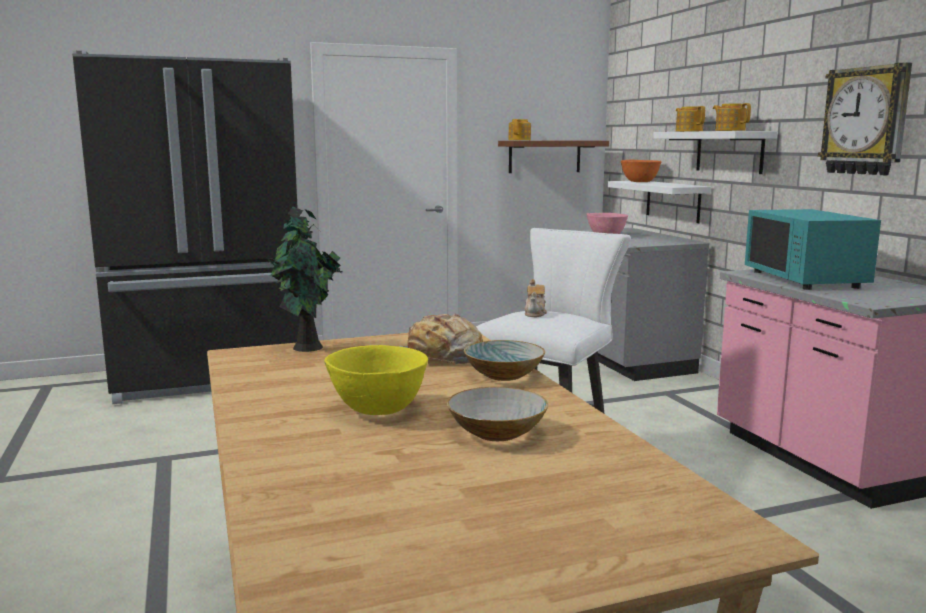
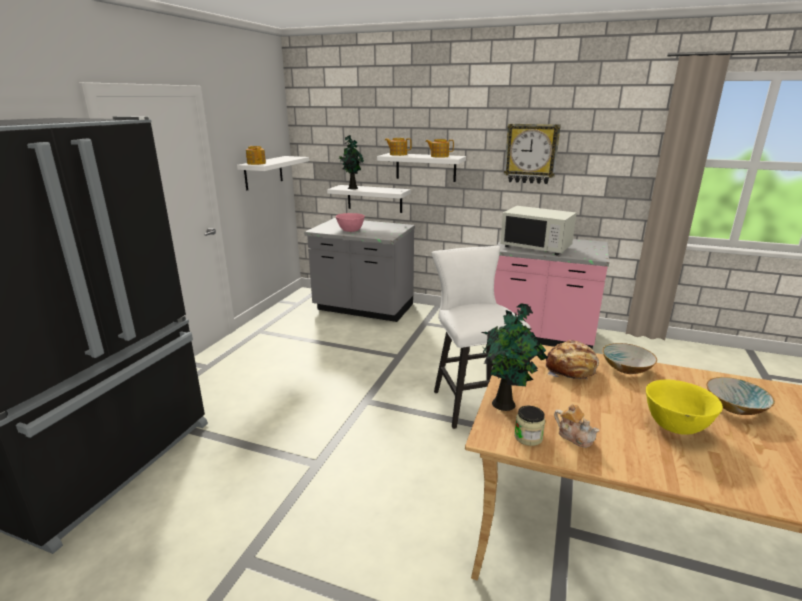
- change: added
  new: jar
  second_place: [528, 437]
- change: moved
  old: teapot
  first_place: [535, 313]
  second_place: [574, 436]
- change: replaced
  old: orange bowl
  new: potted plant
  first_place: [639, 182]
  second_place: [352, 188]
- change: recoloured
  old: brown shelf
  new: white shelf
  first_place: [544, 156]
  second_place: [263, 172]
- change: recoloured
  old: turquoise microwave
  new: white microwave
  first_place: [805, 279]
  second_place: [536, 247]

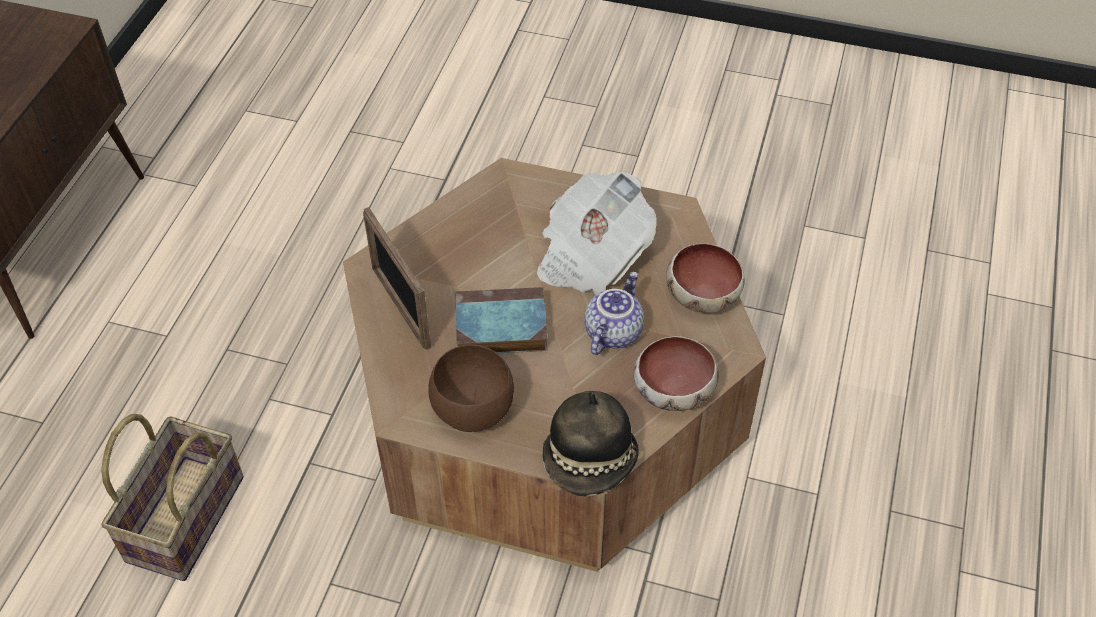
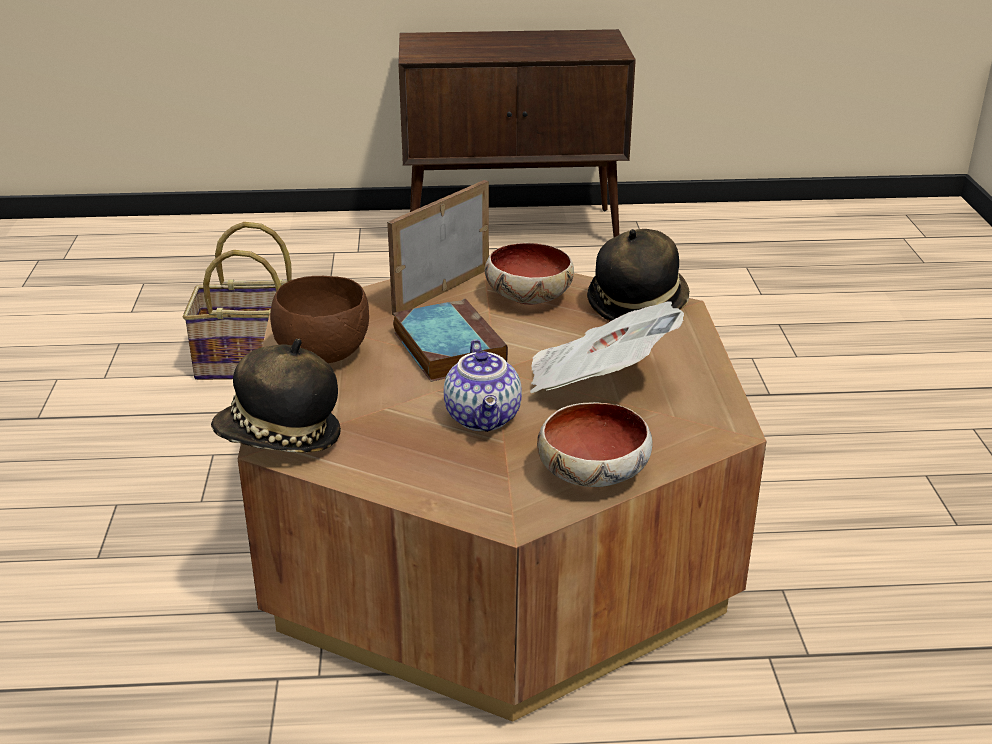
- change: added
  new: hat
  second_place: [637, 304]
- change: moved
  old: bowl
  first_place: [673, 391]
  second_place: [527, 297]
- change: turned
  old: teapot
  first_place: [612, 332]
  second_place: [485, 418]
  degrees: 75

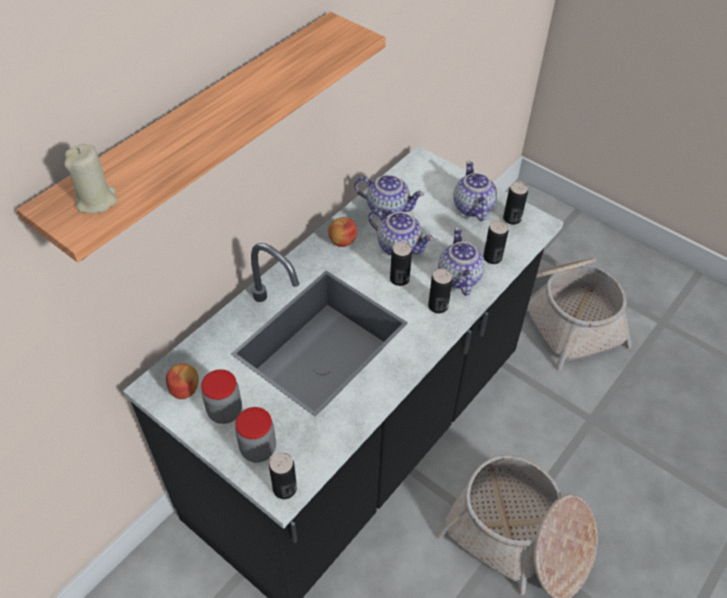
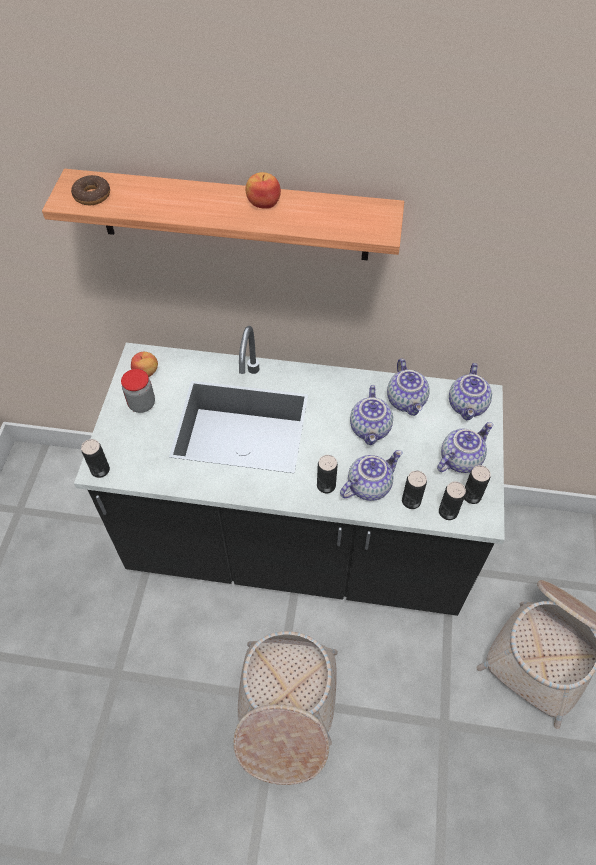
- change: removed
  old: jar
  first_place: [258, 449]
- change: added
  new: teapot
  second_place: [468, 406]
- change: moved
  old: apple
  first_place: [342, 240]
  second_place: [263, 202]
- change: moved
  old: can
  first_place: [399, 279]
  second_place: [448, 512]
- change: replaced
  old: beige candle
  new: donut
  first_place: [97, 201]
  second_place: [92, 195]

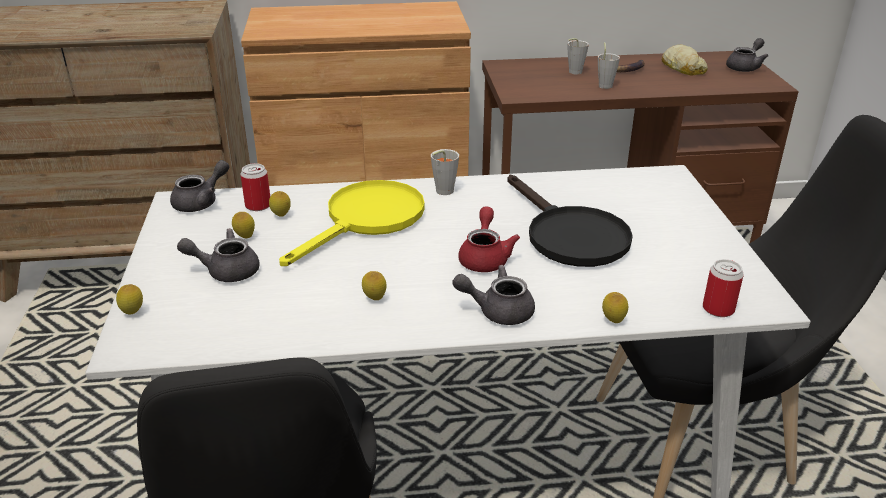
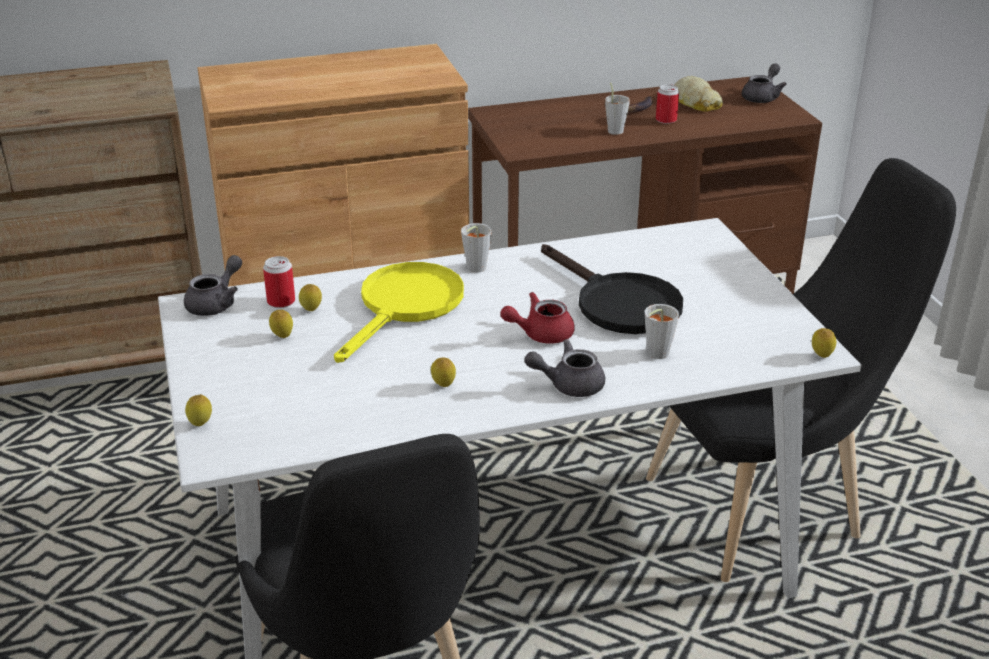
- change: removed
  old: grey teapot
  first_place: [226, 271]
- change: moved
  old: grey cup
  first_place: [573, 72]
  second_place: [654, 355]
- change: moved
  old: lemon
  first_place: [613, 321]
  second_place: [821, 356]
- change: moved
  old: can
  first_place: [718, 309]
  second_place: [666, 120]
- change: turned
  old: red teapot
  first_place: [485, 257]
  second_place: [540, 334]
  degrees: -105

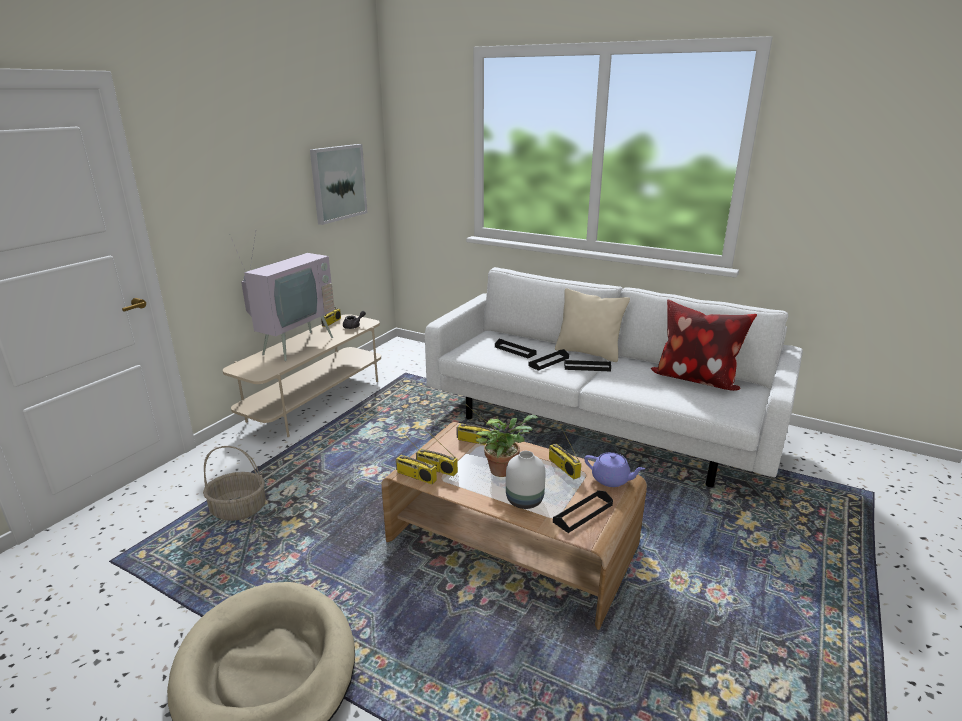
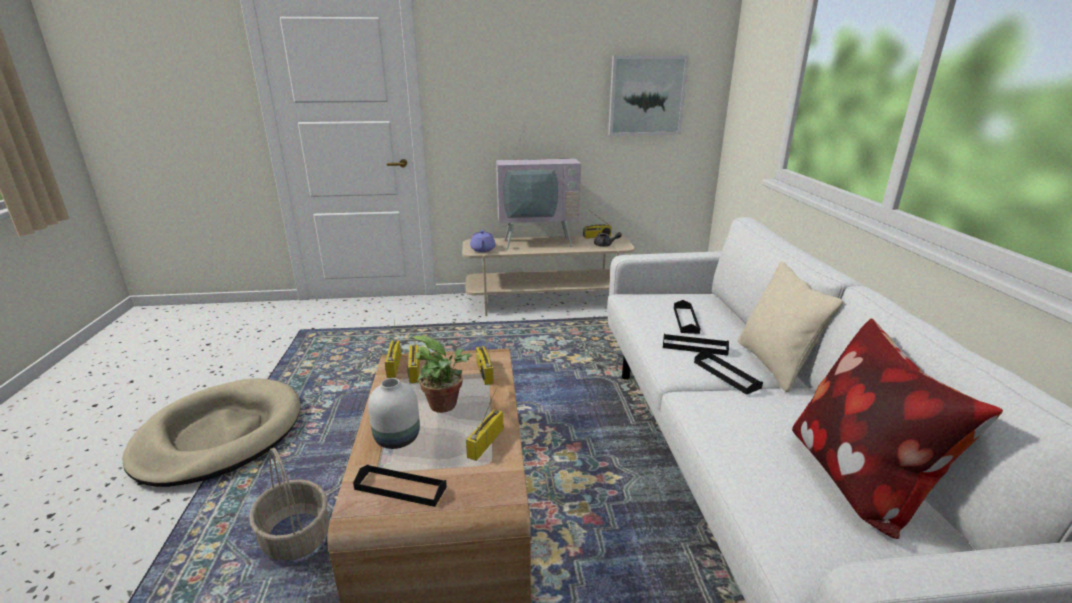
- change: moved
  old: basket
  first_place: [238, 509]
  second_place: [295, 537]
- change: moved
  old: purple teapot
  first_place: [611, 480]
  second_place: [483, 250]

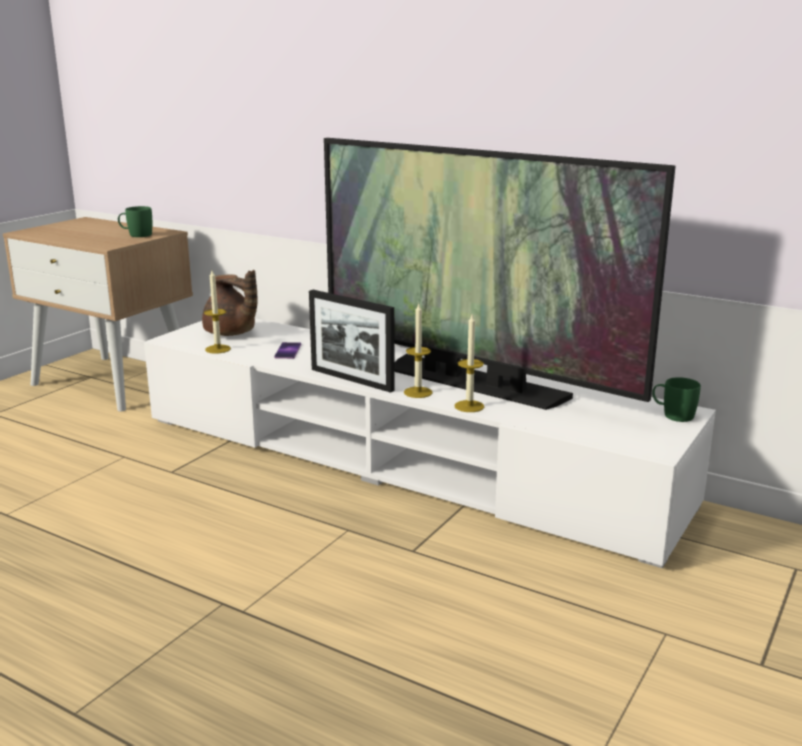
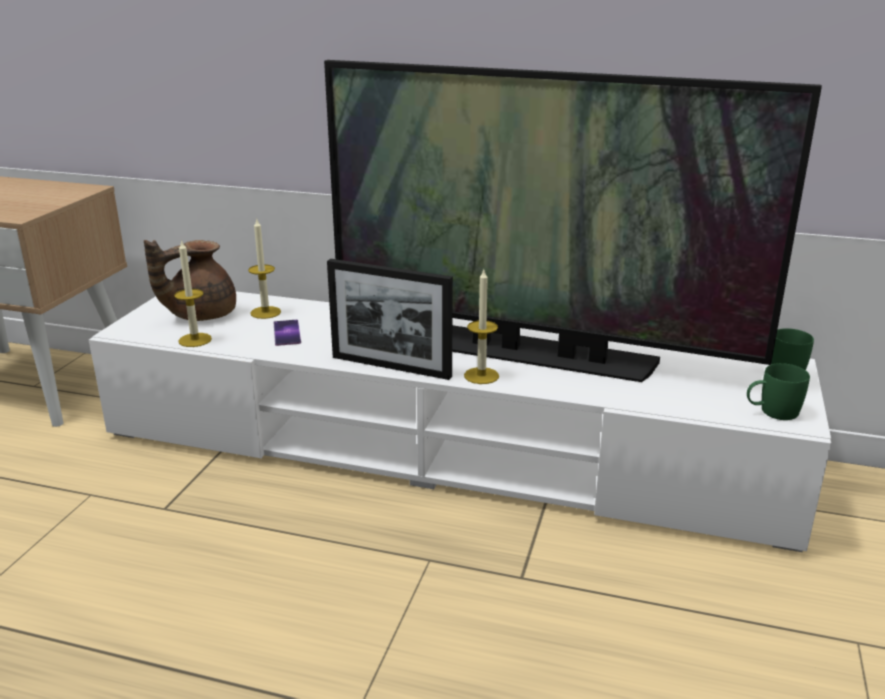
- change: moved
  old: green mug
  first_place: [136, 235]
  second_place: [771, 412]
- change: moved
  old: candle
  first_place: [469, 406]
  second_place: [265, 312]
- change: turned
  old: brown teapot
  first_place: [231, 333]
  second_place: [200, 314]
  degrees: 120

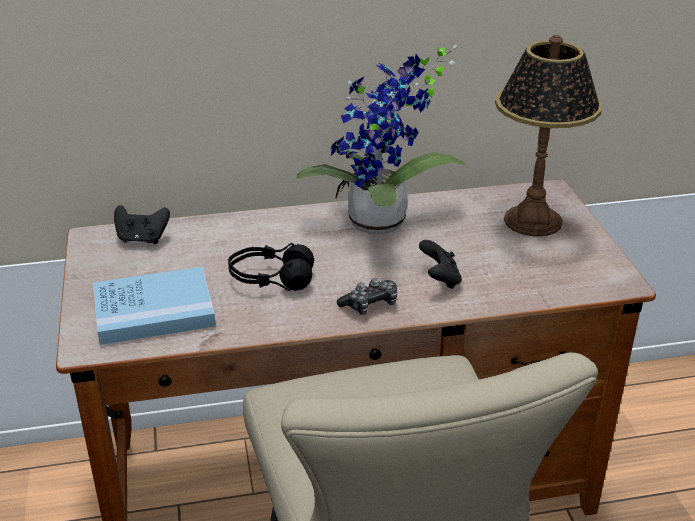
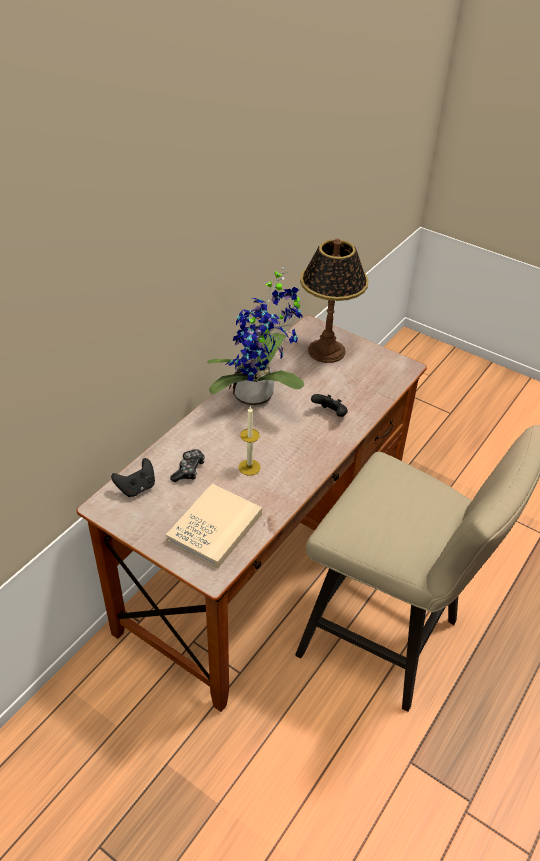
- change: moved
  old: game controller
  first_place: [370, 304]
  second_place: [189, 470]
- change: replaced
  old: black headphones
  new: candle
  first_place: [271, 279]
  second_place: [249, 467]
- change: recoloured
  old: blue book
  new: beige book
  first_place: [154, 310]
  second_place: [215, 527]

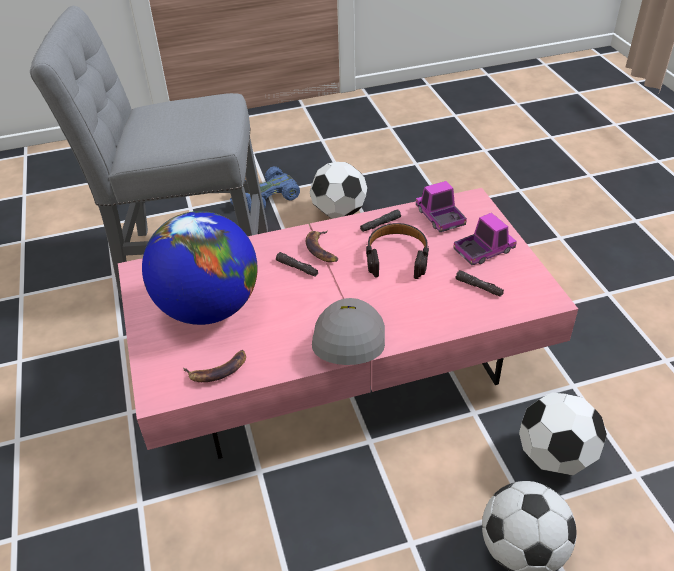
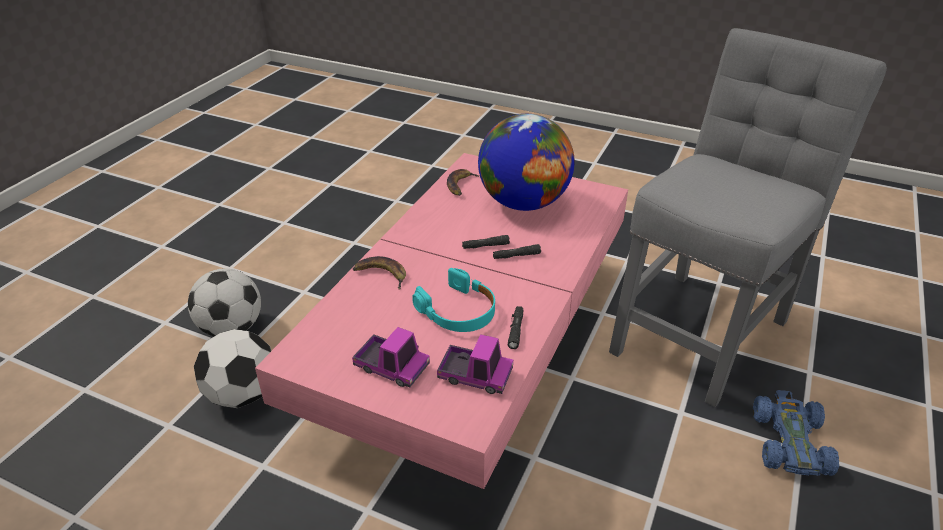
- change: removed
  old: football
  first_place: [339, 213]
- change: removed
  old: grey cap
  first_place: [347, 340]
- change: moved
  old: banana
  first_place: [322, 249]
  second_place: [381, 274]
- change: moved
  old: black flashlight
  first_place: [479, 287]
  second_place: [485, 246]
- change: recoloured
  old: black headphones
  new: turquoise headphones
  first_place: [397, 257]
  second_place: [458, 311]
- change: turned
  old: toy truck
  first_place: [483, 251]
  second_place: [391, 367]
  degrees: -75

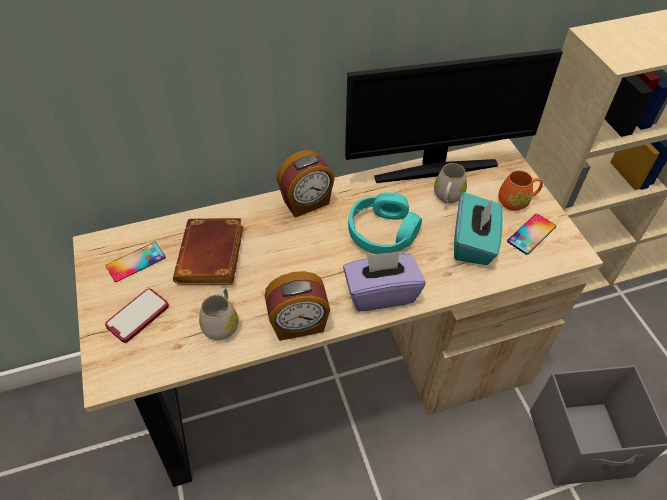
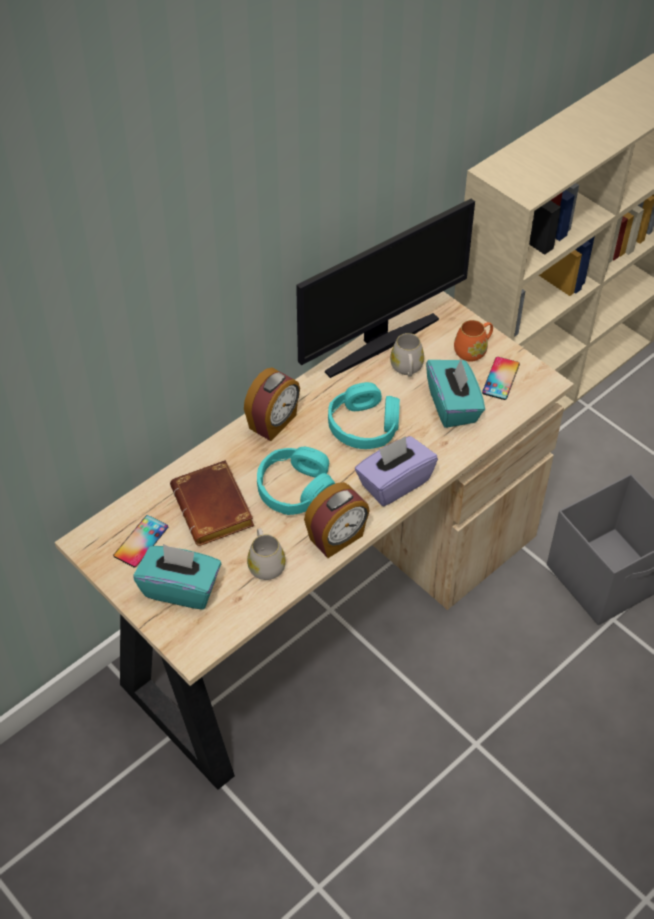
- change: added
  new: turquoise headphones
  second_place: [295, 489]
- change: replaced
  old: phone
  new: turquoise tissue box
  first_place: [138, 316]
  second_place: [181, 588]

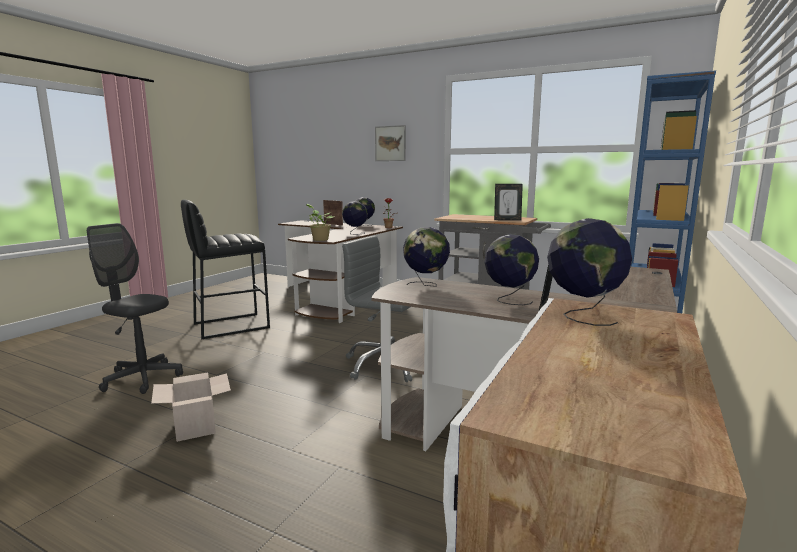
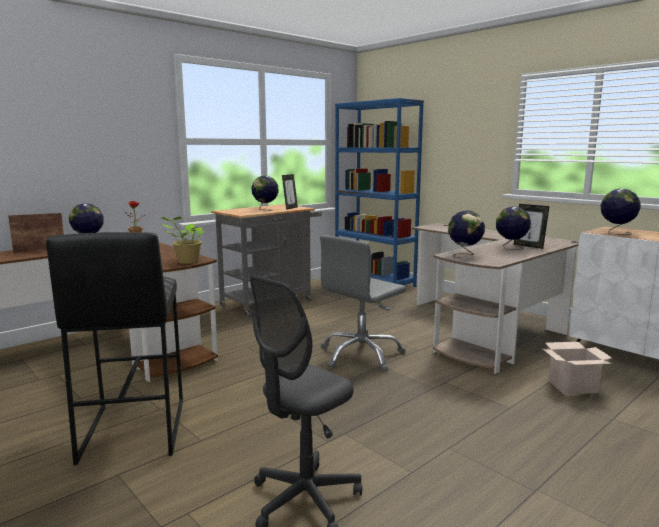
- change: removed
  old: picture
  first_place: [390, 143]
- change: moved
  old: cardboard box
  first_place: [196, 427]
  second_place: [573, 386]
- change: moved
  old: globe
  first_place: [355, 233]
  second_place: [265, 210]

